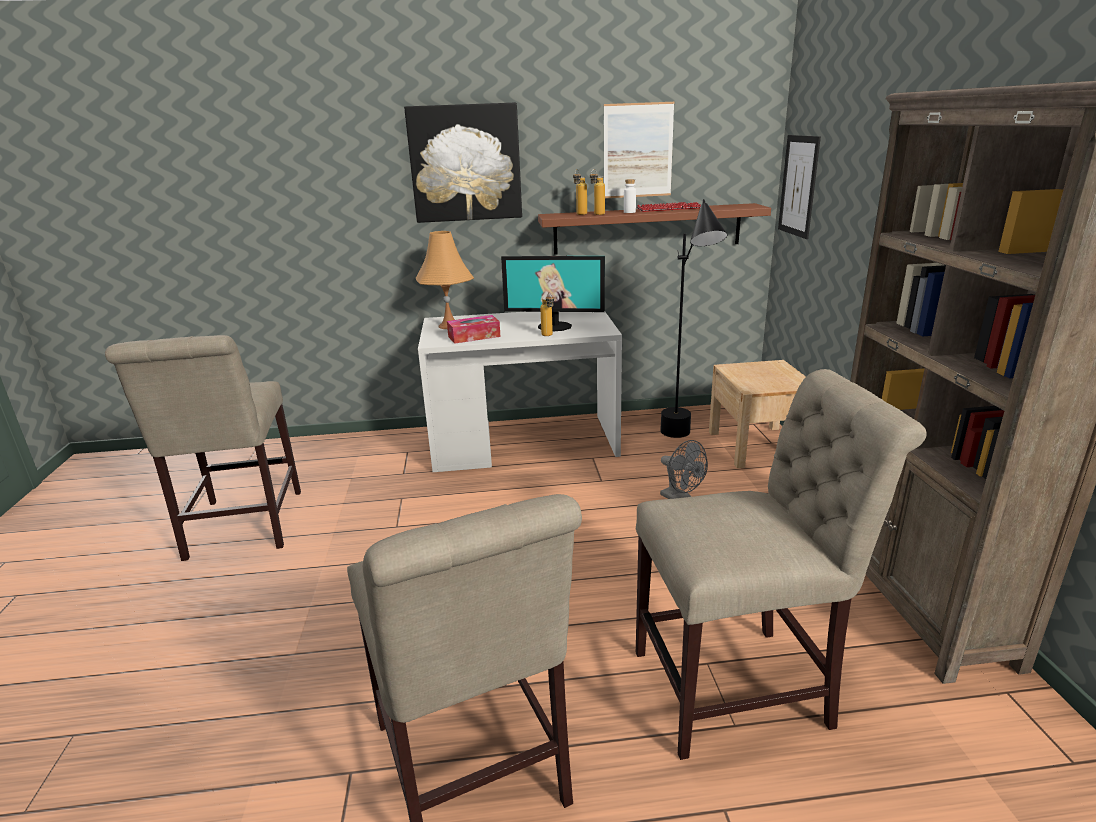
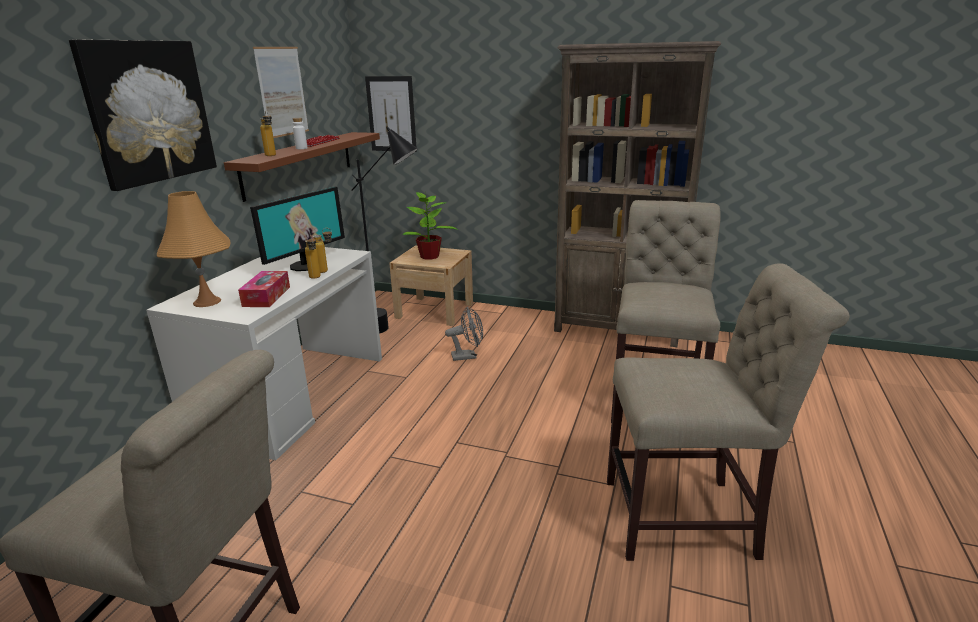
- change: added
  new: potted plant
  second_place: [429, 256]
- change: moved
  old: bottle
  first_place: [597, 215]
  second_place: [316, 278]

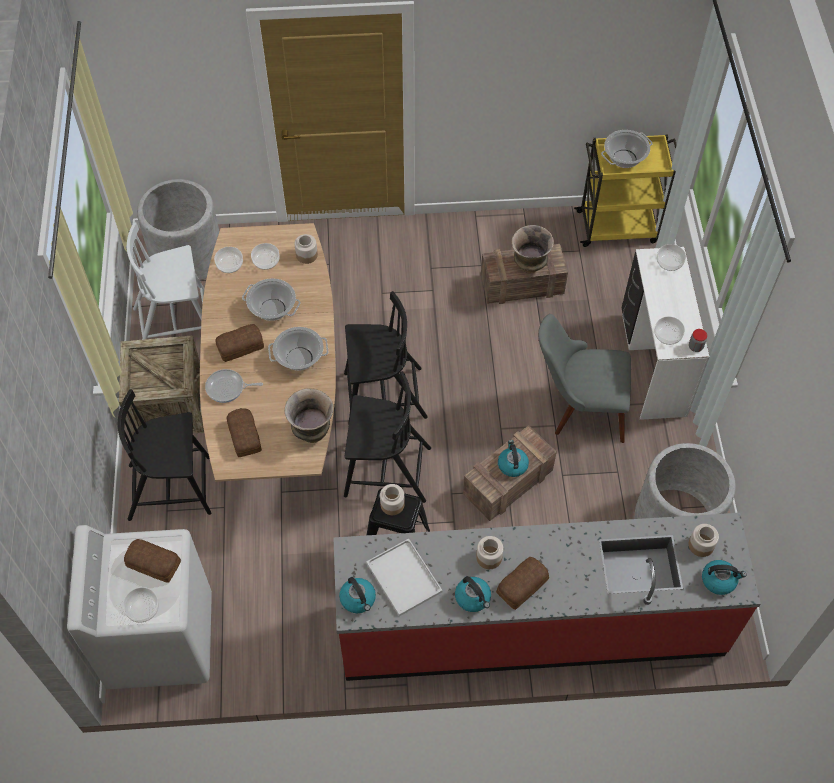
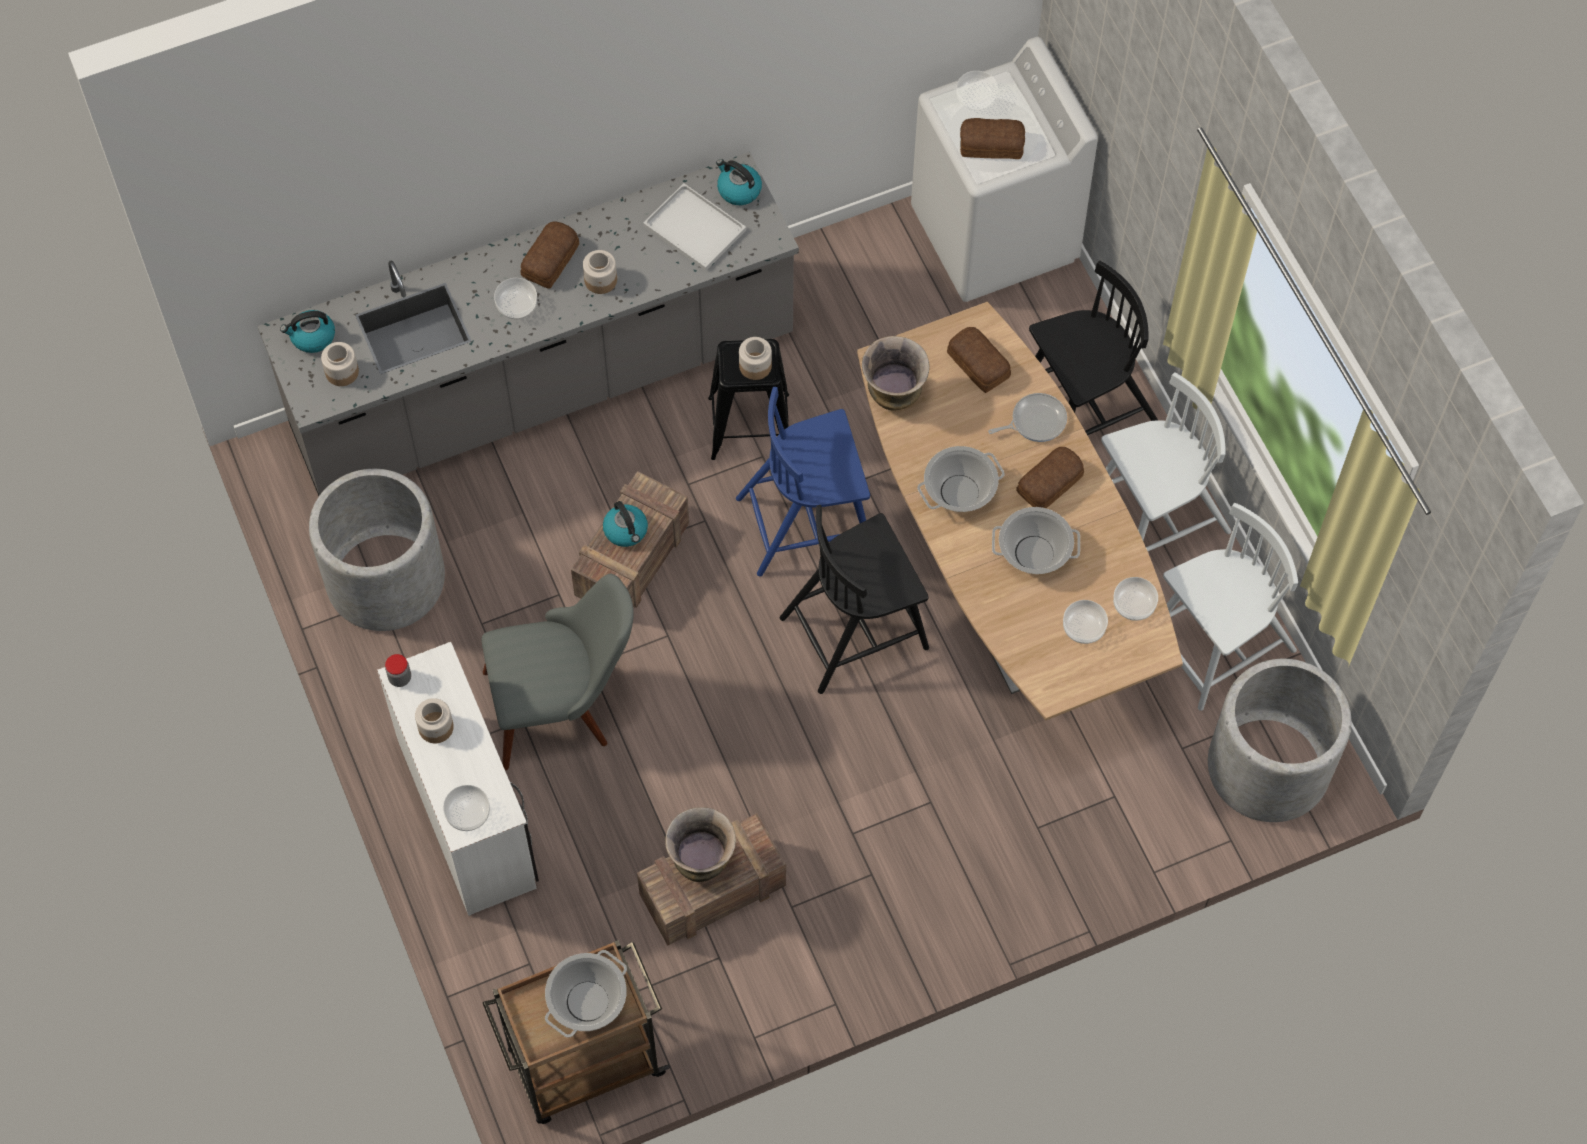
- change: removed
  old: kettle
  first_place: [473, 598]
- change: moved
  old: jar
  first_place: [307, 255]
  second_place: [435, 728]
- change: moved
  old: bowl
  first_place: [667, 335]
  second_place: [517, 304]
- change: replaced
  old: crate
  new: white chair
  first_place: [168, 405]
  second_place: [1154, 520]
- change: recoloured
  old: red counter
  new: grey counter
  first_place: [531, 626]
  second_place: [544, 386]
- change: recoloured
  old: black chair
  new: blue chair
  first_place: [385, 471]
  second_place: [807, 523]
- change: recoloured
  old: yellow cart
  new: brown cart
  first_place: [618, 226]
  second_place: [583, 1064]

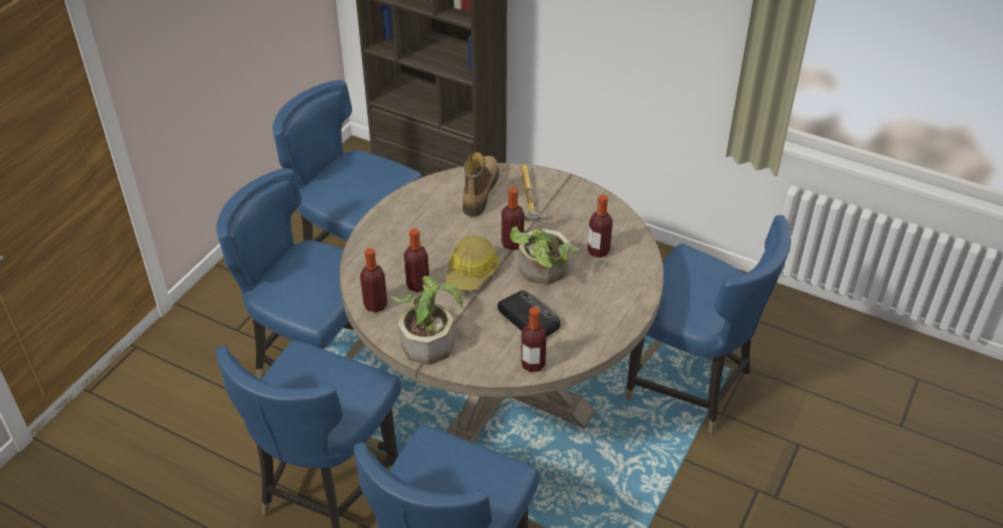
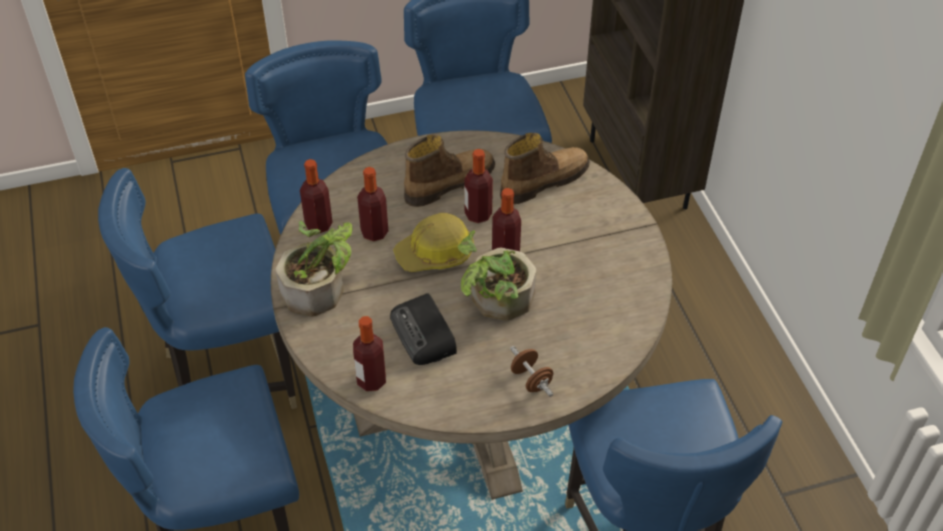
- change: removed
  old: hammer
  first_place: [525, 197]
- change: added
  new: boot
  second_place: [448, 183]
- change: added
  new: brown dumbbell
  second_place: [531, 380]
- change: moved
  old: bottle
  first_place: [598, 251]
  second_place: [478, 214]
- change: turned
  old: radio
  first_place: [528, 318]
  second_place: [424, 334]
  degrees: 150

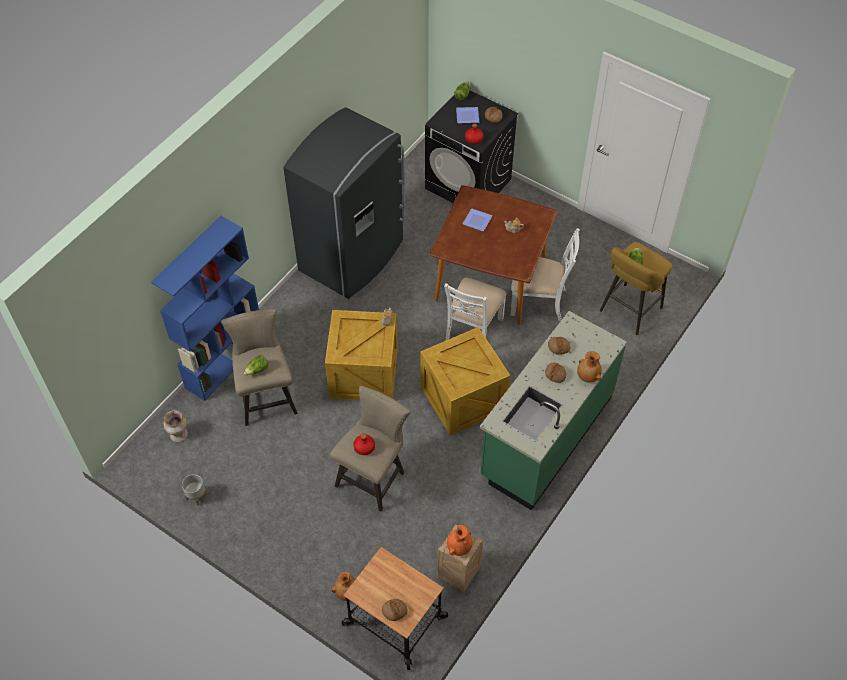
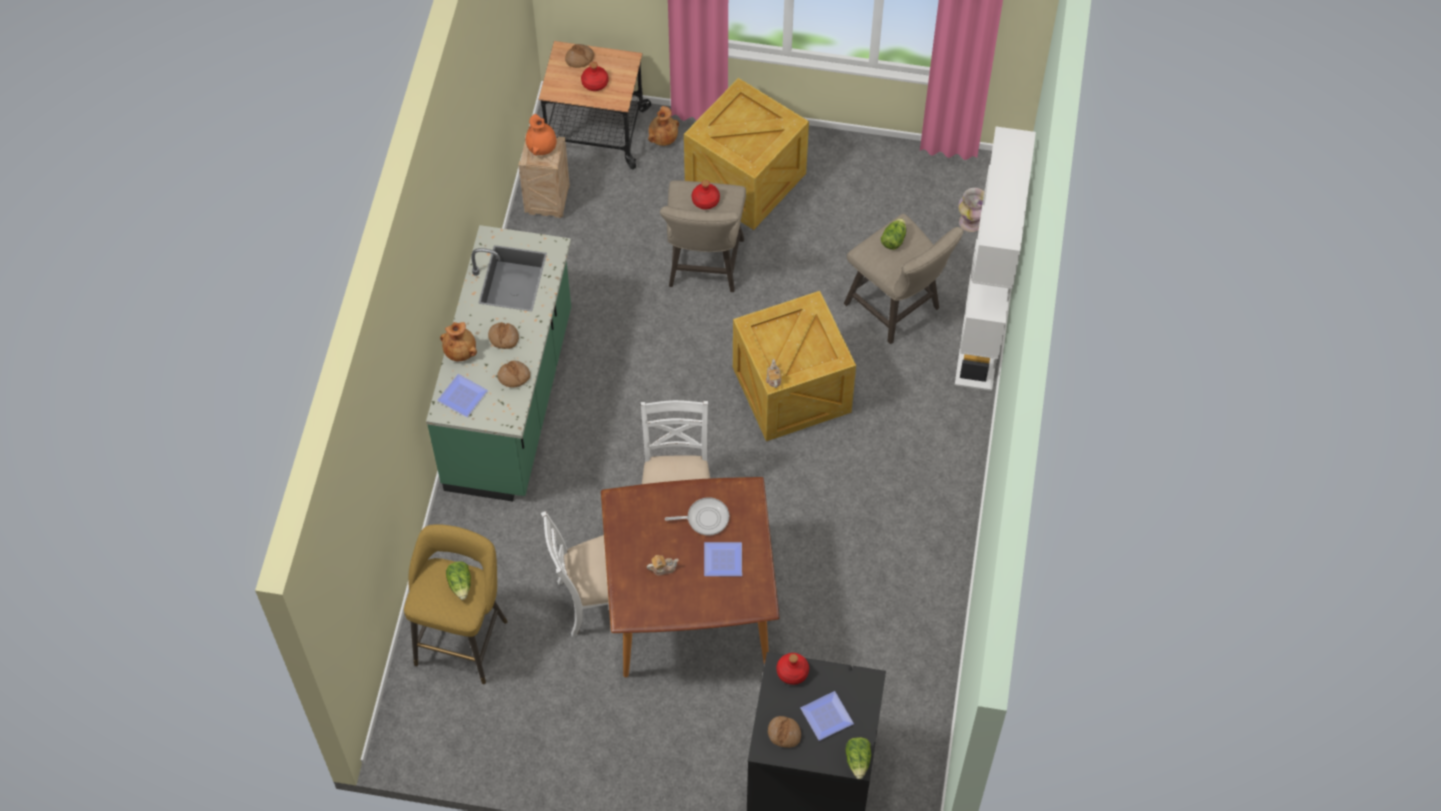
- change: removed
  old: grey planter
  first_place: [196, 496]
- change: removed
  old: grey fridge
  first_place: [353, 257]
- change: added
  new: plate
  second_place: [461, 397]
- change: added
  new: red bottle
  second_place: [595, 83]
- change: added
  new: frying pan
  second_place: [705, 518]
- change: moved
  old: crate
  first_place: [464, 399]
  second_place: [743, 180]
- change: recoloured
  old: blue bookcase
  new: white bookcase
  first_place: [225, 362]
  second_place: [981, 332]

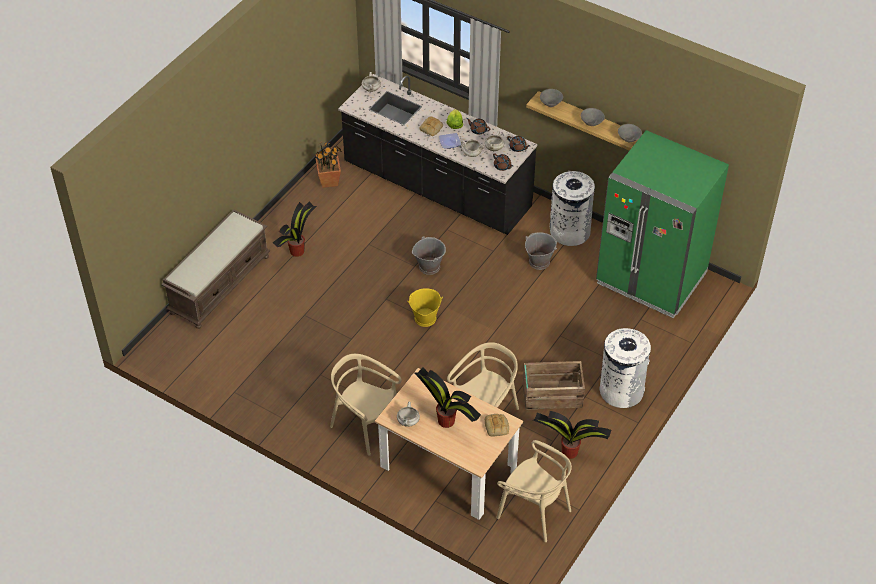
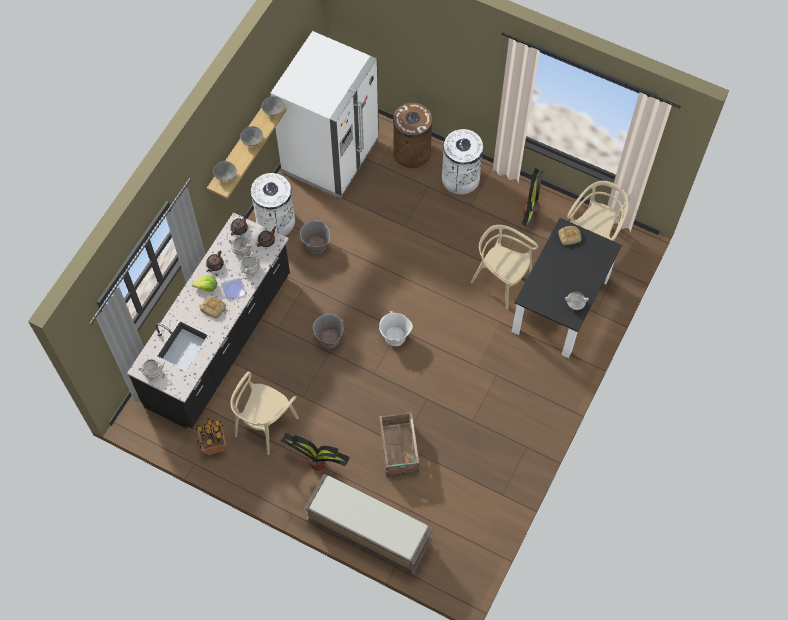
- change: removed
  old: potted plant
  first_place: [447, 421]
- change: added
  new: brown trash can
  second_place: [411, 152]
- change: moved
  old: beige chair
  first_place: [365, 425]
  second_place: [265, 424]
- change: moved
  old: crate
  first_place: [551, 394]
  second_place: [398, 450]
- change: recoloured
  old: beige dining table
  new: black dining table
  first_place: [448, 468]
  second_place: [560, 305]
- change: recoloured
  old: yellow bucket
  new: white bucket
  first_place: [425, 318]
  second_place: [395, 337]
- change: recoloured
  old: green fridge
  new: white fridge
  first_place: [651, 278]
  second_place: [330, 156]

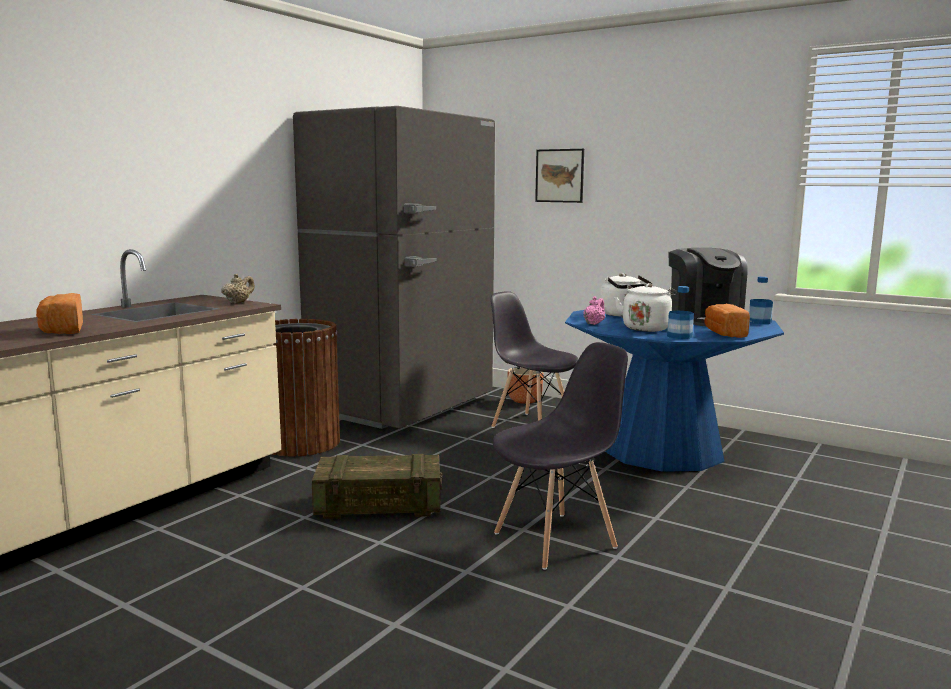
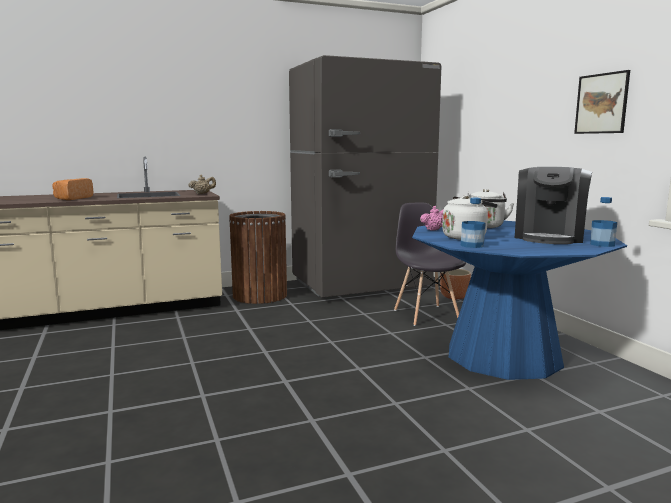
- change: removed
  old: crate
  first_place: [379, 505]
- change: removed
  old: grey chair
  first_place: [556, 540]
- change: removed
  old: bread
  first_place: [723, 333]
- change: moved
  old: picture
  first_place: [559, 175]
  second_place: [601, 103]

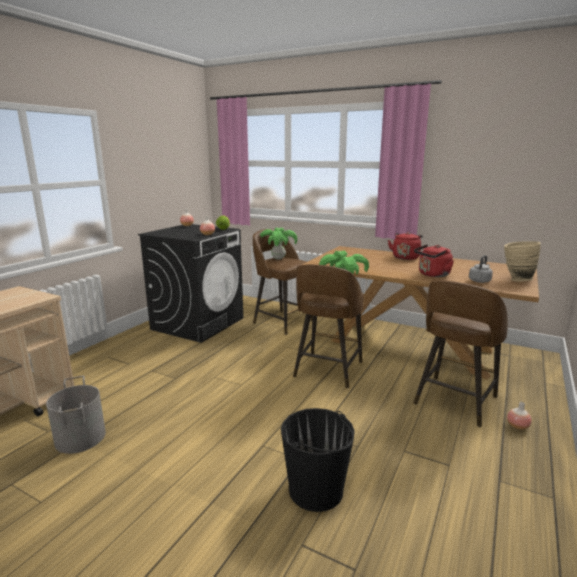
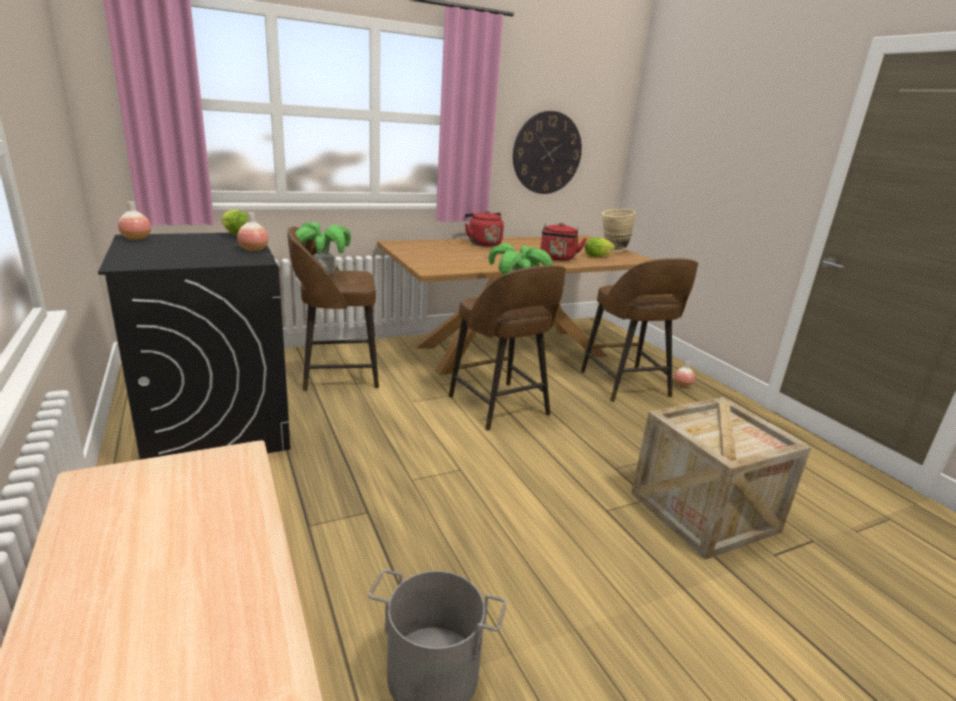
- change: added
  new: wall clock
  second_place: [547, 153]
- change: replaced
  old: black bucket
  new: crate
  first_place: [316, 490]
  second_place: [703, 512]
- change: replaced
  old: grey kettle
  new: lettuce
  first_place: [480, 280]
  second_place: [599, 256]

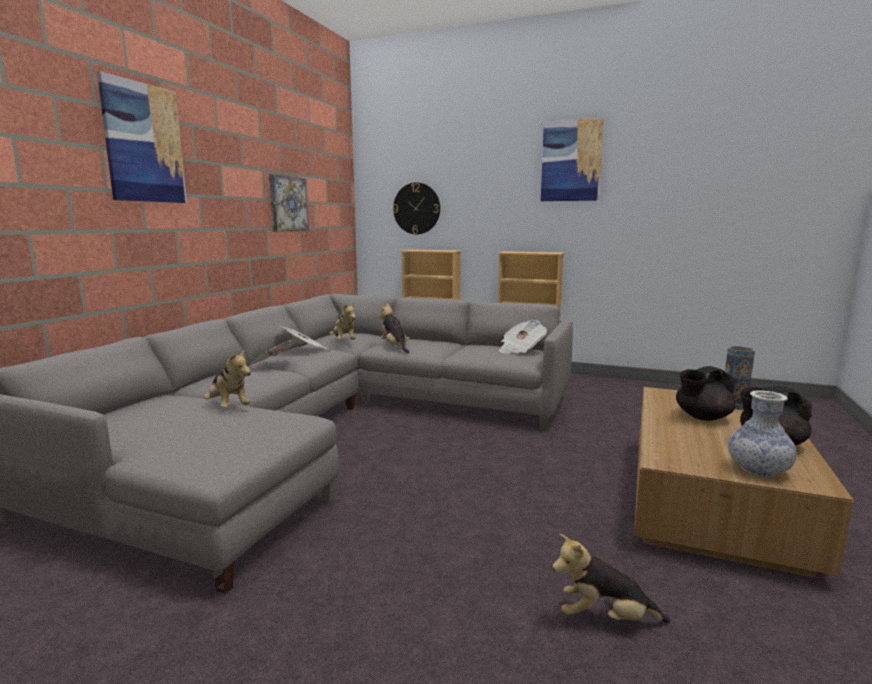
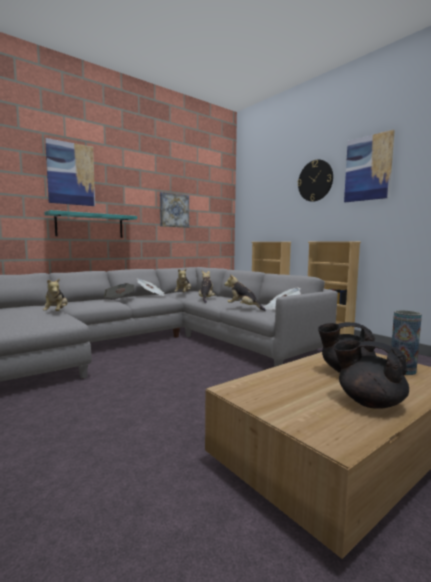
- change: removed
  old: vase
  first_place: [758, 470]
- change: added
  new: turquoise shelf
  second_place: [90, 225]
- change: moved
  old: wall clock
  first_place: [416, 208]
  second_place: [315, 180]
- change: moved
  old: plush toy
  first_place: [605, 618]
  second_place: [243, 308]

